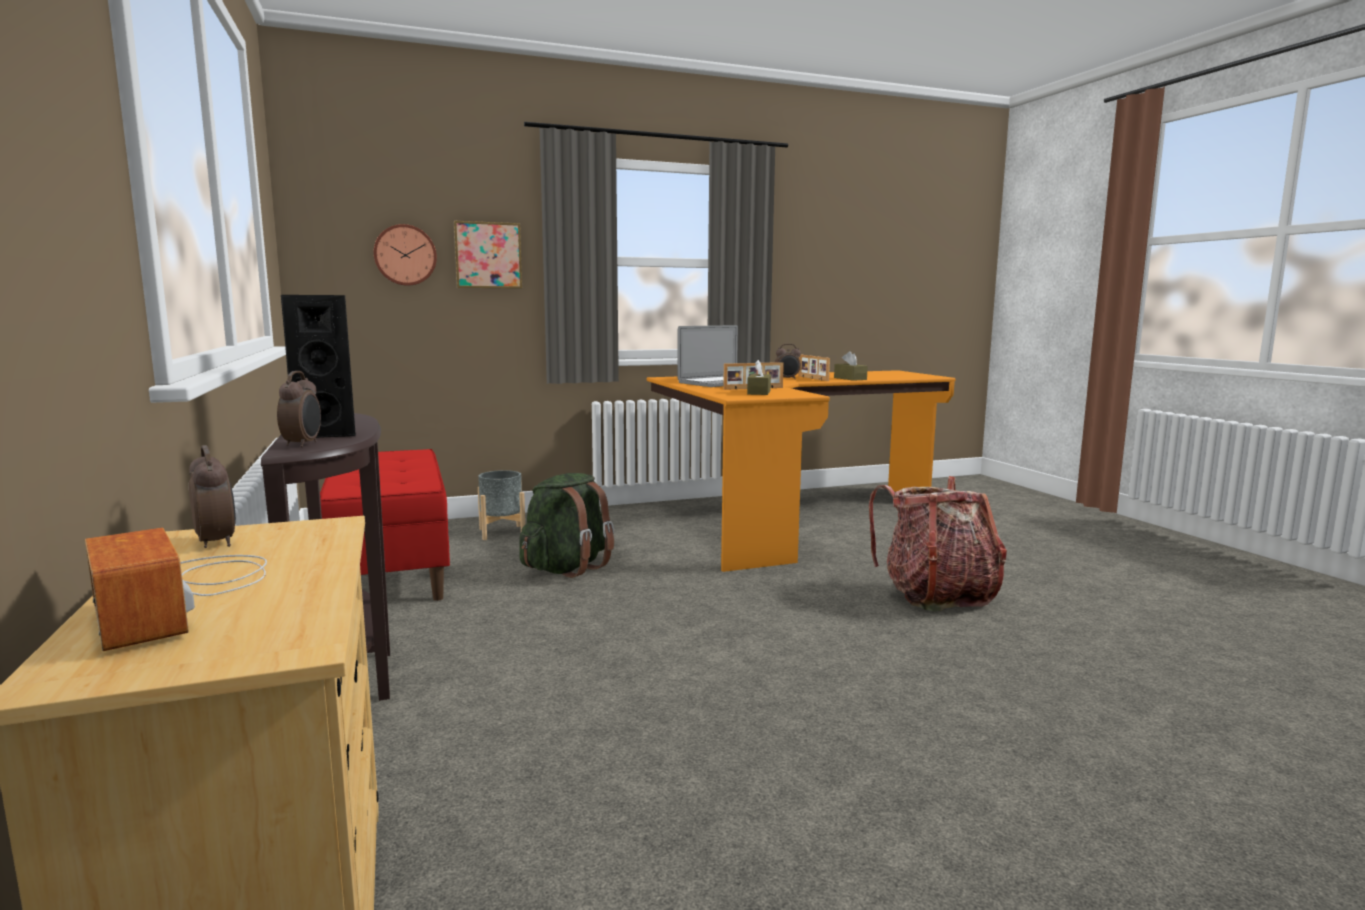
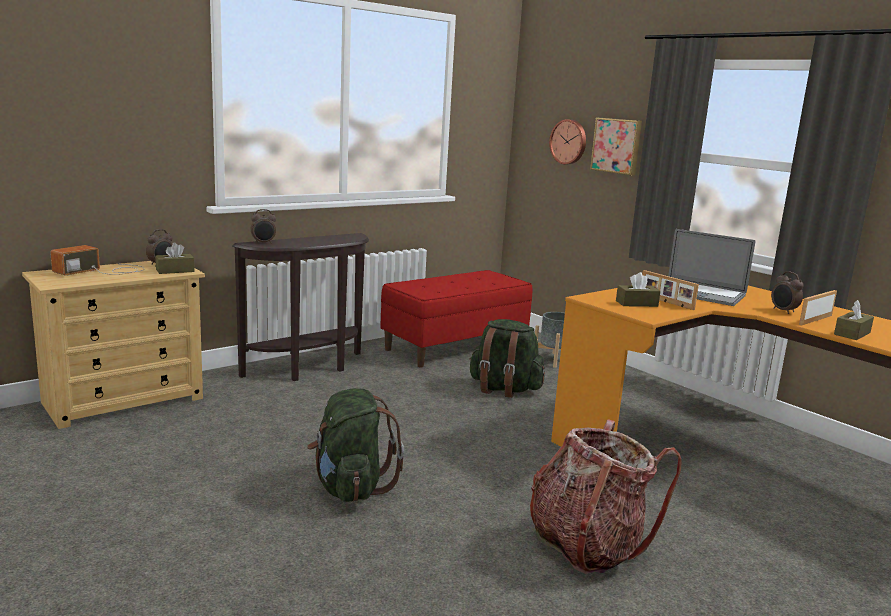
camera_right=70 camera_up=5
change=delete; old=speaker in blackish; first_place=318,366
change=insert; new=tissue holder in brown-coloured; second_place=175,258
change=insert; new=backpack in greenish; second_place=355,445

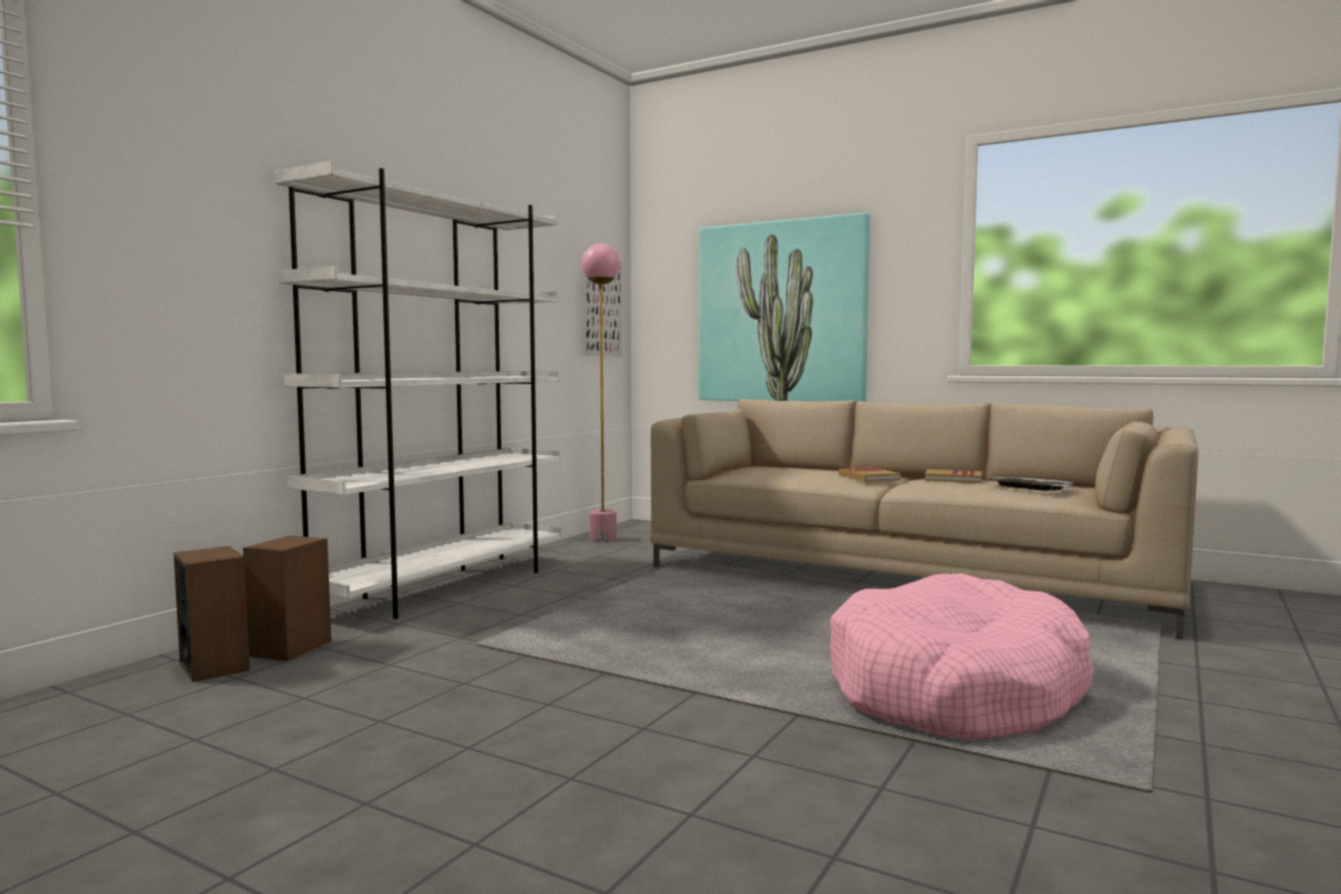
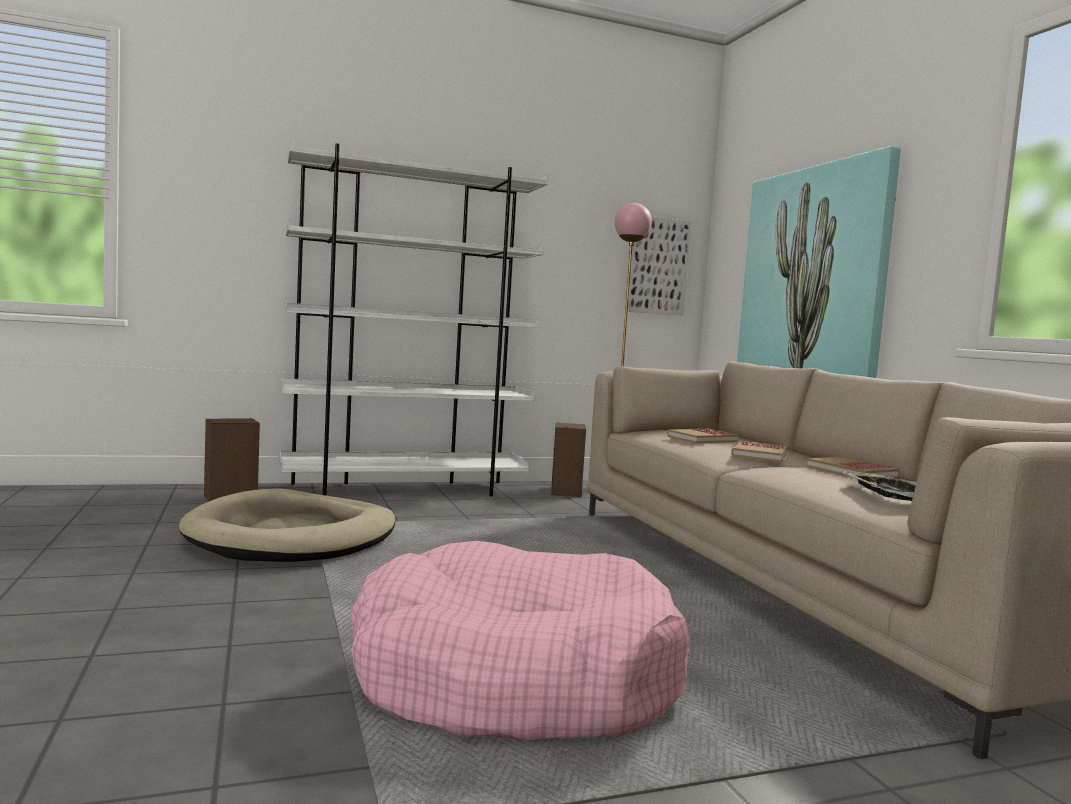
camera_right=40 camera_up=0
change=move; old=speaker; first_place=212,614; second_place=568,460
change=insert; new=book; second_place=702,435
change=insert; new=dog cushion in beige-coloured; second_place=287,525

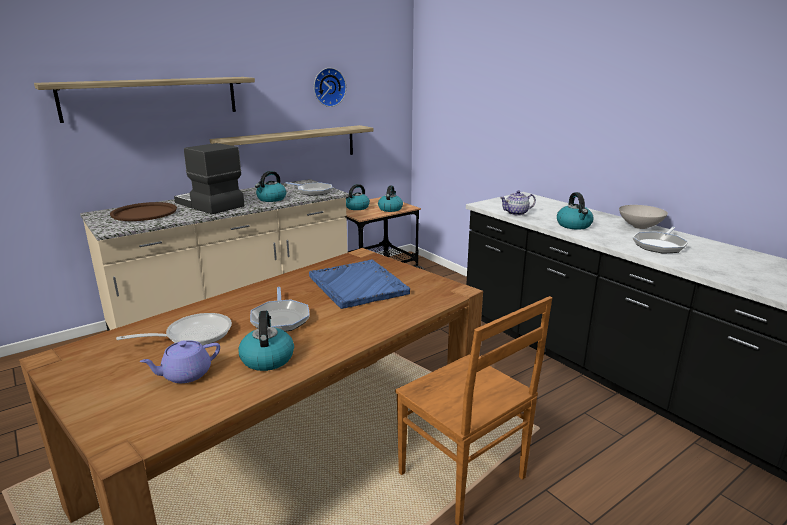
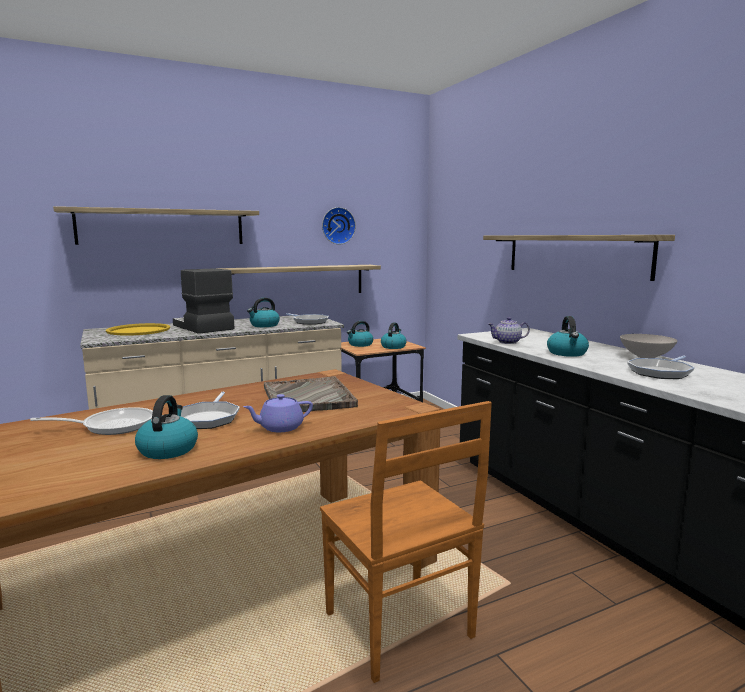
camera_right=10 camera_up=-10
change=recolor; old=carrying tray in brown-coloured; new=carrying tray in yellow-coloured; first_place=143,211; second_place=138,329
change=recolor; old=carrying tray in blue-coloured; new=carrying tray in gray; first_place=359,284; second_place=311,394
change=move; old=pot for tea in purple-coloured; first_place=179,361; second_place=278,413
change=insert; new=shelf; second_place=579,258

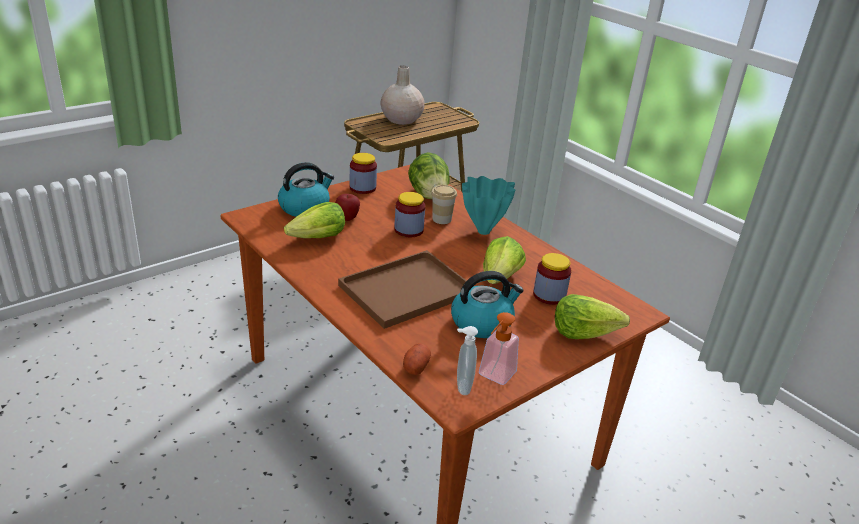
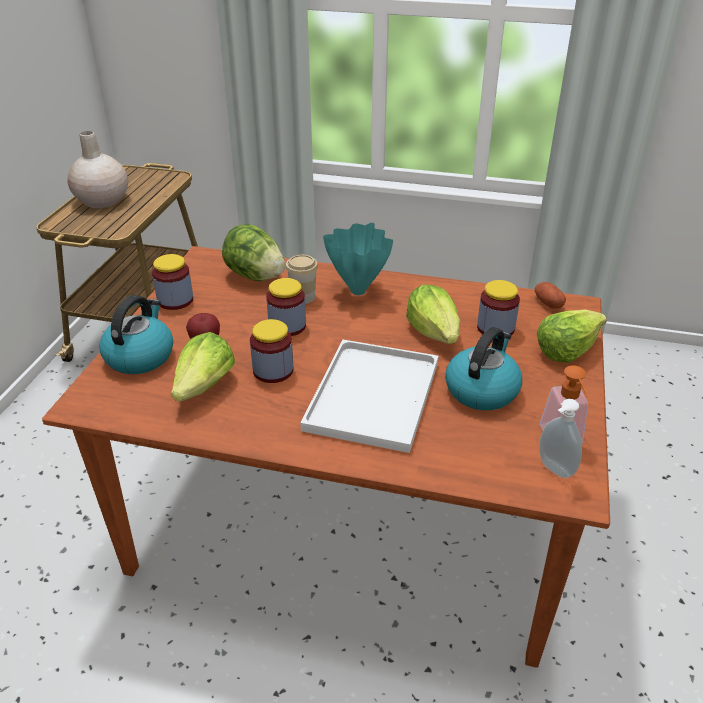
camera_right=-35 camera_up=5
change=recolor; old=carrying tray in brown-coloured; new=carrying tray in white; first_place=402,289; second_place=369,396
change=move; old=spud; first_place=417,359; second_place=550,295
change=insert; new=jar; second_place=271,351

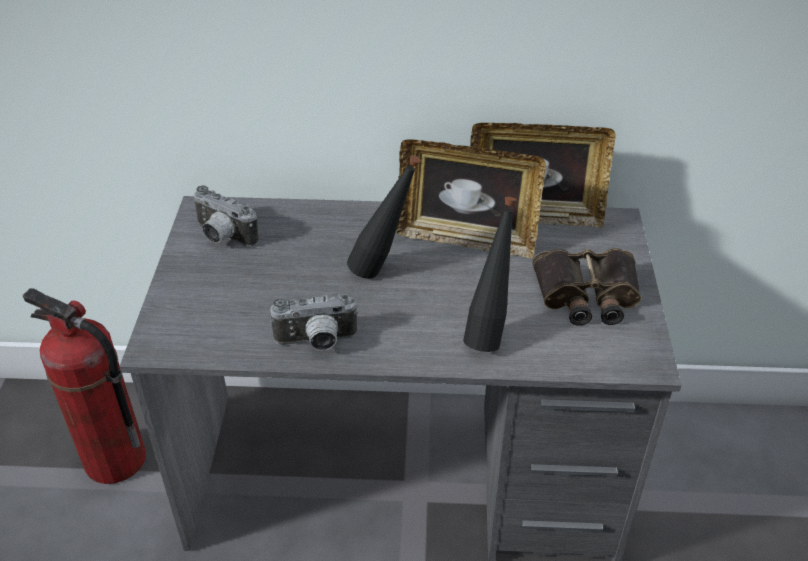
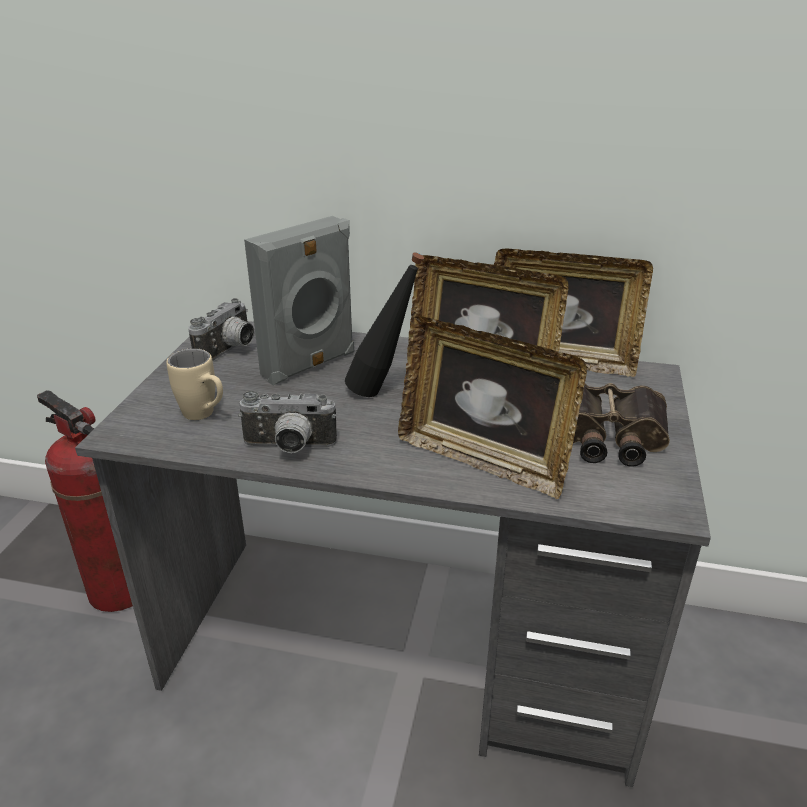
camera_right=10 camera_up=-10
change=rotate; old=photo camera; first_place=225,216; second_place=221,329; degrees=-105
change=replace; old=bottle in blackish; new=picture frame; first_place=490,274; second_place=492,407
change=insert; new=speaker in gray; second_place=299,300
change=insert; new=tea mug in beige-coloured; second_place=194,384

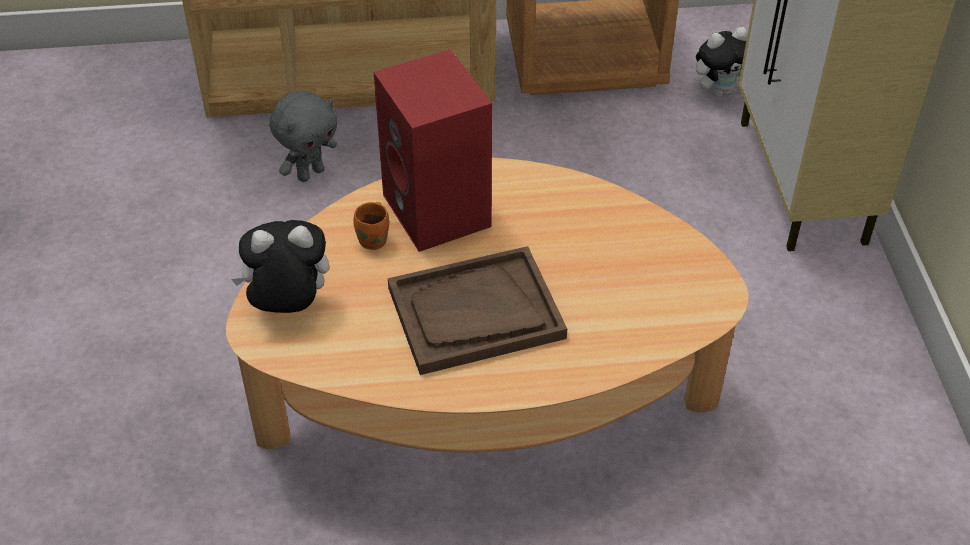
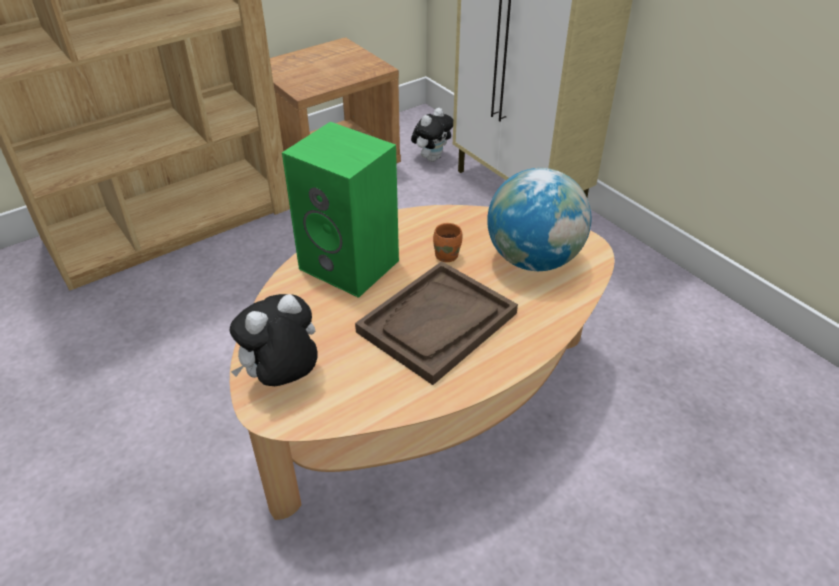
camera_right=-30 camera_up=-5
change=recolor; old=speaker in red; new=speaker in greenish; first_place=433,150; second_place=340,210
change=delete; old=soft toy in gray; first_place=303,136
change=move; old=tea mug in orange-coloured; first_place=371,226; second_place=447,242
change=insert; new=world globe; second_place=539,219

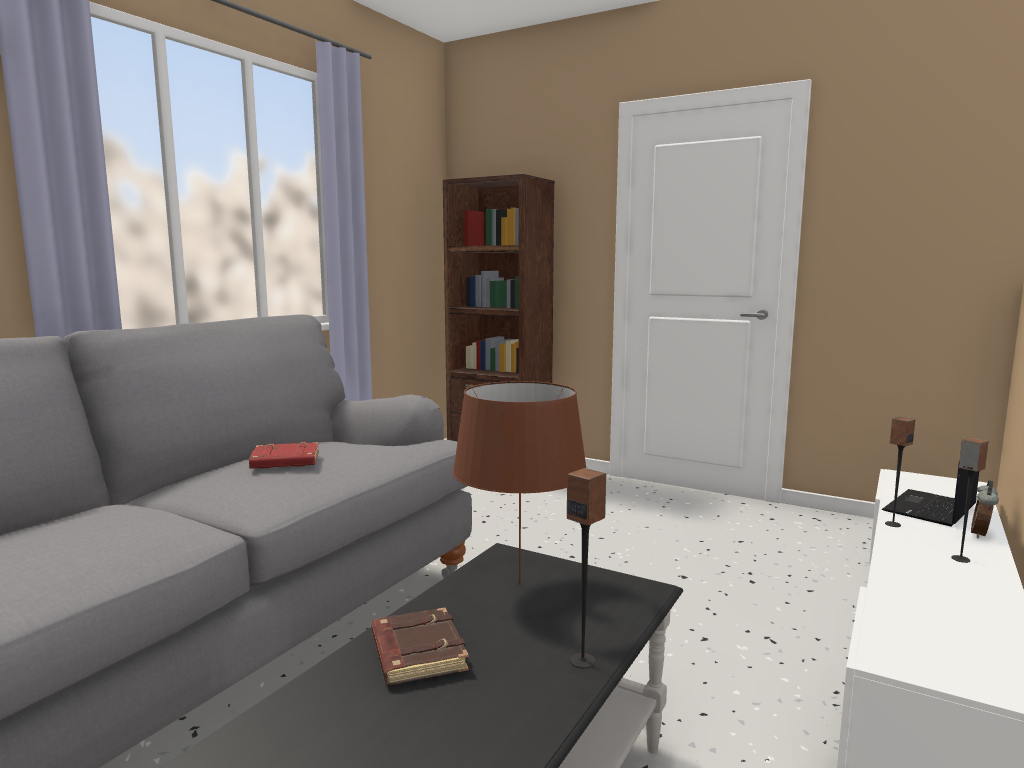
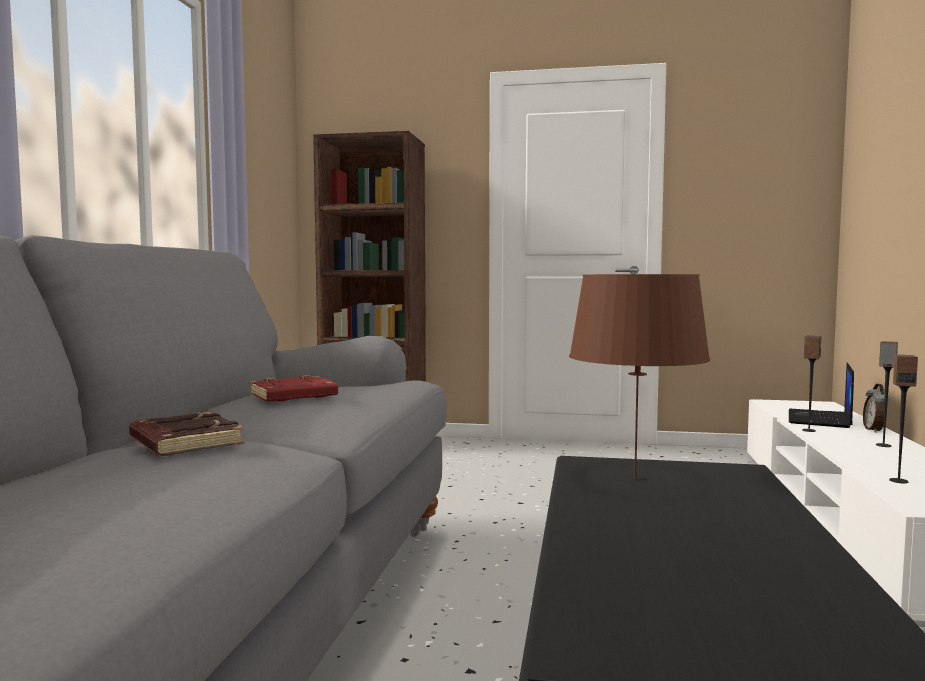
camera_right=-20 camera_up=-5
change=move; old=speaker; first_place=586,568; second_place=903,418
change=move; old=book in brown-coloured; first_place=420,646; second_place=186,434

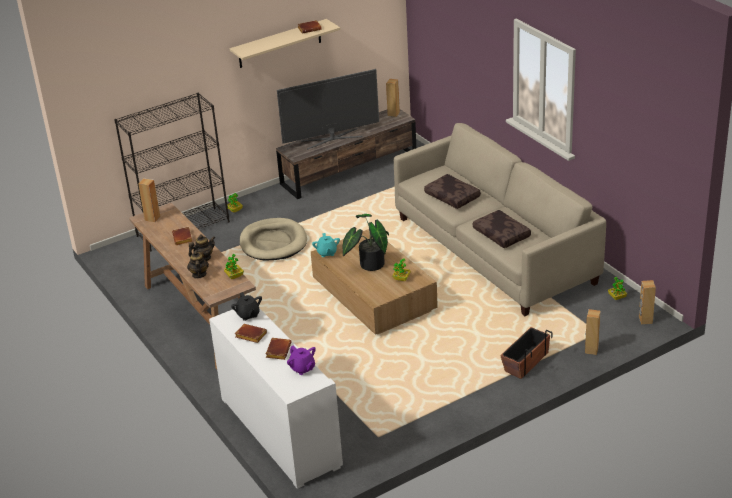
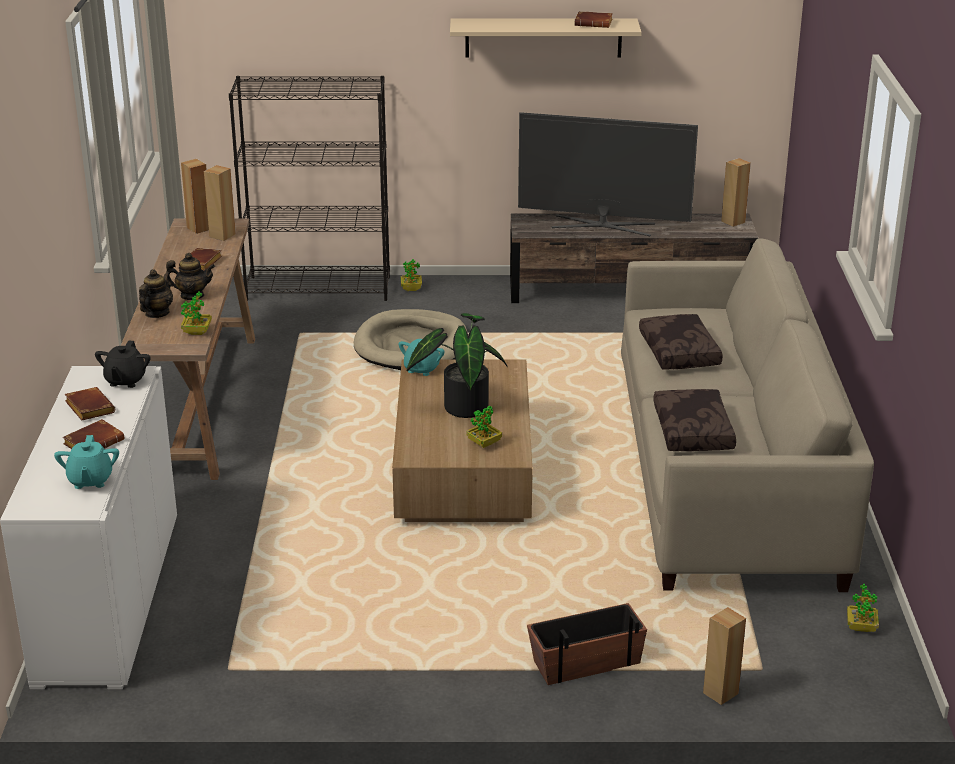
camera_right=30 camera_up=-5
change=move; old=speaker in brown-coloured; first_place=647,302; second_place=220,203
change=recolor; old=pot for tea in purple-coloured; new=pot for tea in blue-green; first_place=301,360; second_place=86,462

